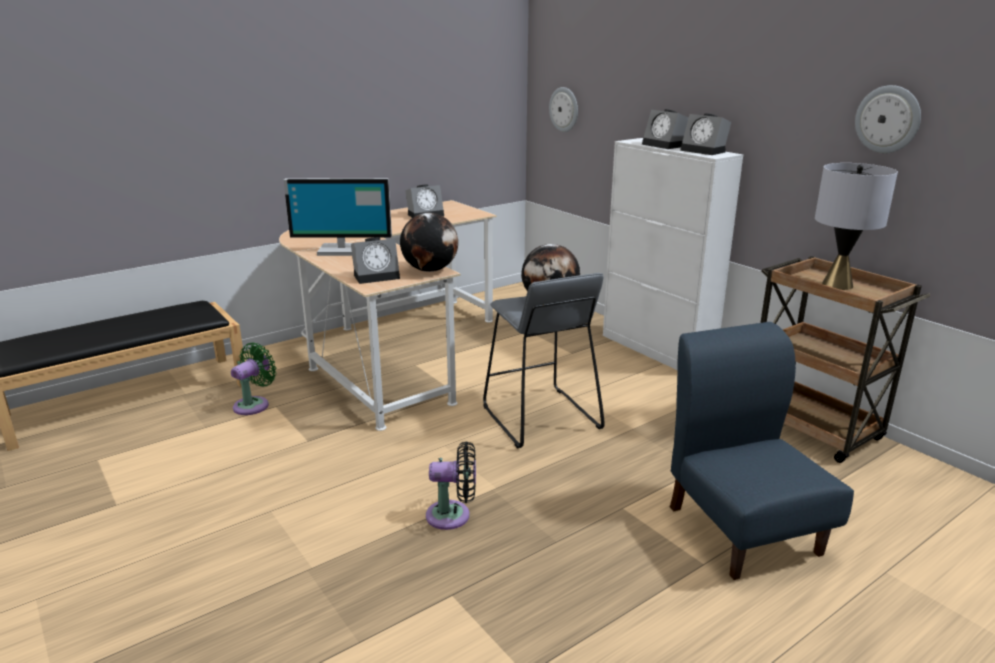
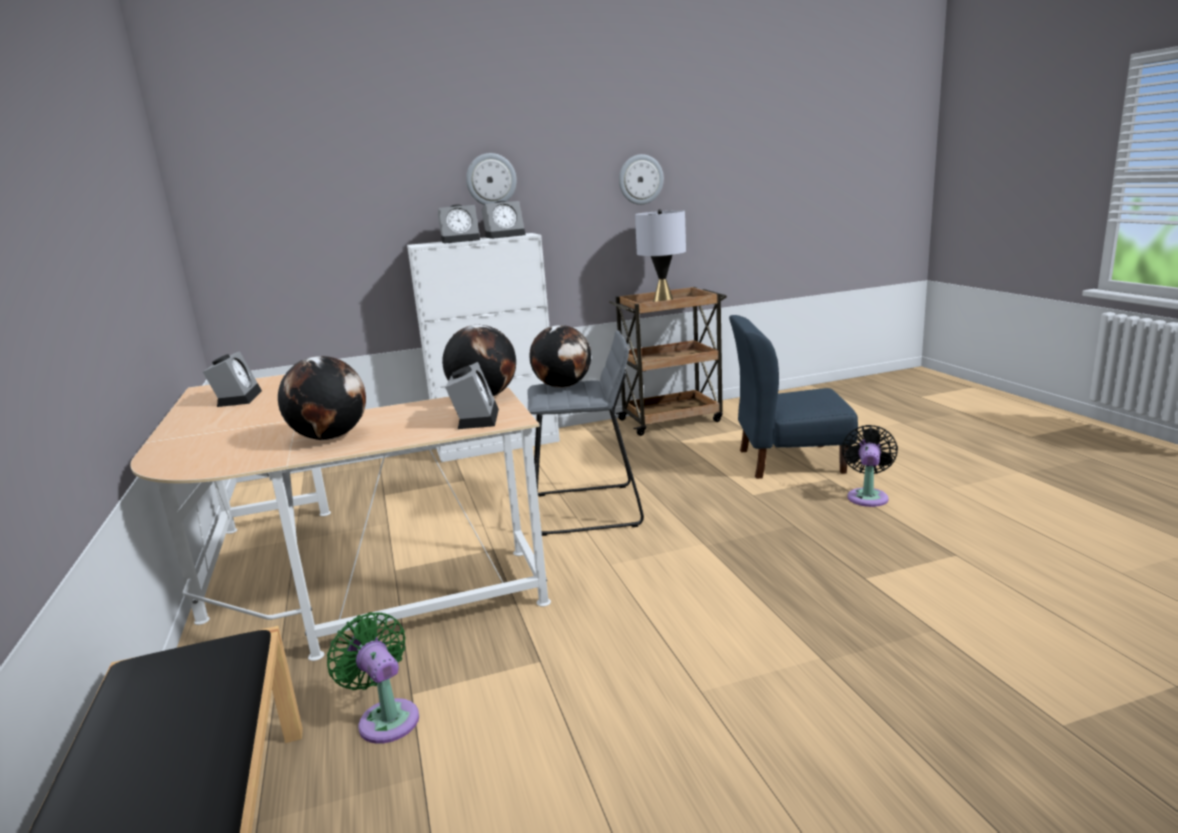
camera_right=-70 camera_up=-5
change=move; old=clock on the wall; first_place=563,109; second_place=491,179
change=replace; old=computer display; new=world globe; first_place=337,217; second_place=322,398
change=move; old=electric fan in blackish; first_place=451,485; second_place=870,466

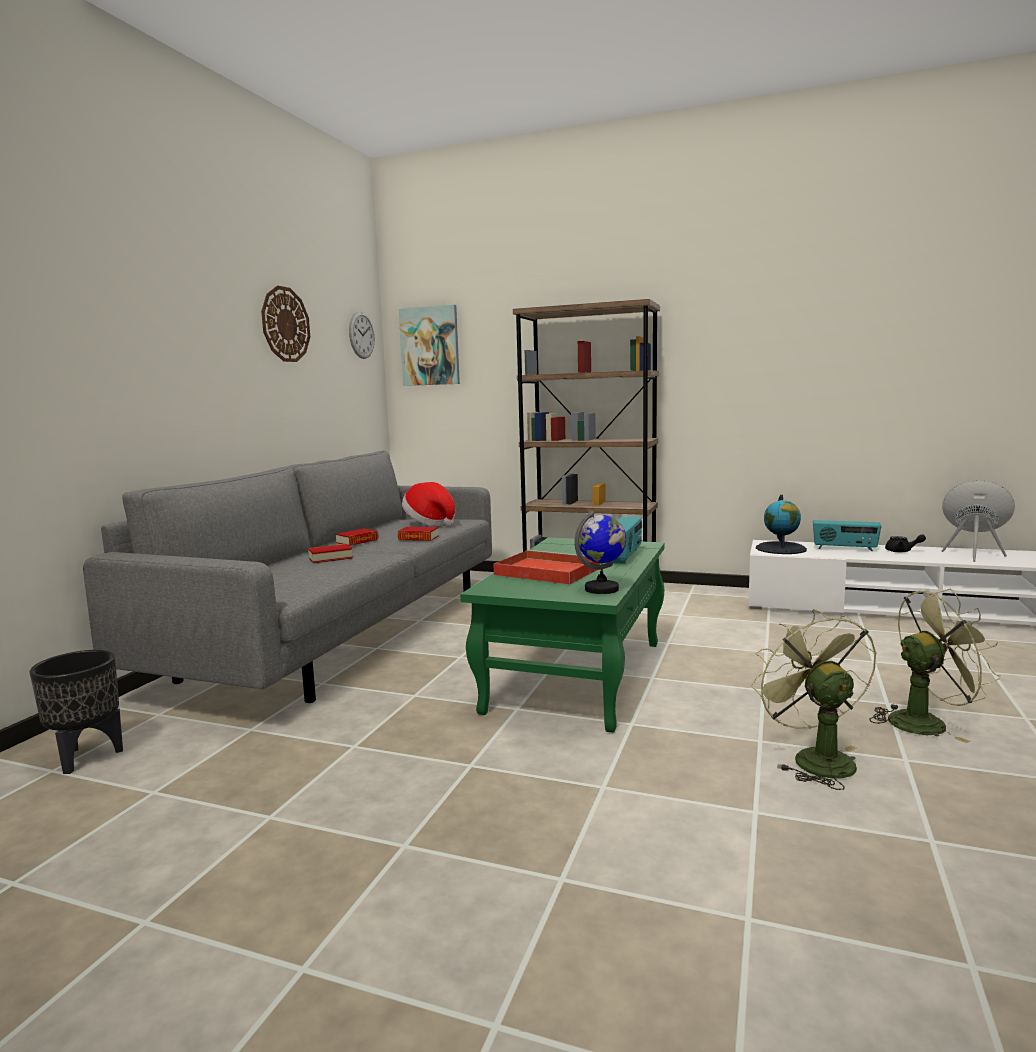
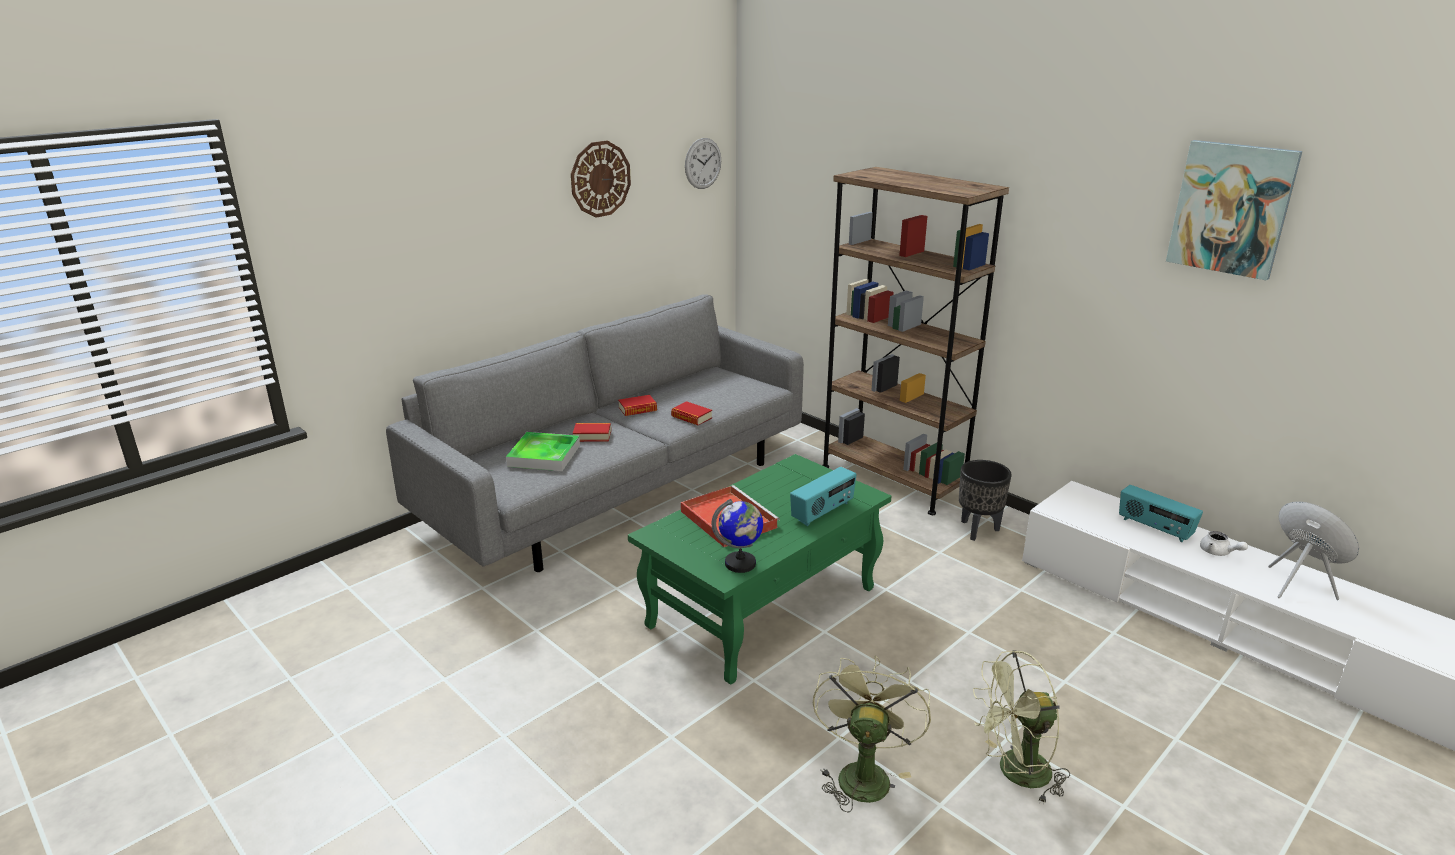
camera_right=25 camera_up=15
change=move; old=picture; first_place=429,345; second_place=1234,210
change=delete; old=clothing hat; first_place=428,504
change=delete; old=world globe; first_place=781,524
change=recolor; old=pot for tea in blackish; new=pot for tea in white; first_place=905,543; second_place=1224,543
change=rotate; old=electric fan in greenish; first_place=935,666; second_place=1021,727; degrees=150
change=move; old=flower pot in blackish; first_place=76,712; second_place=985,500
change=insert; new=carrying tray; second_place=543,451

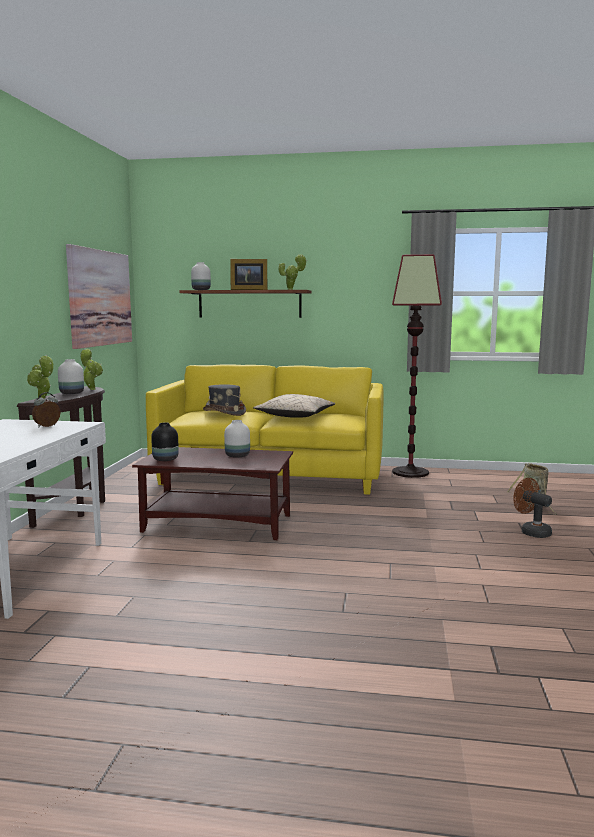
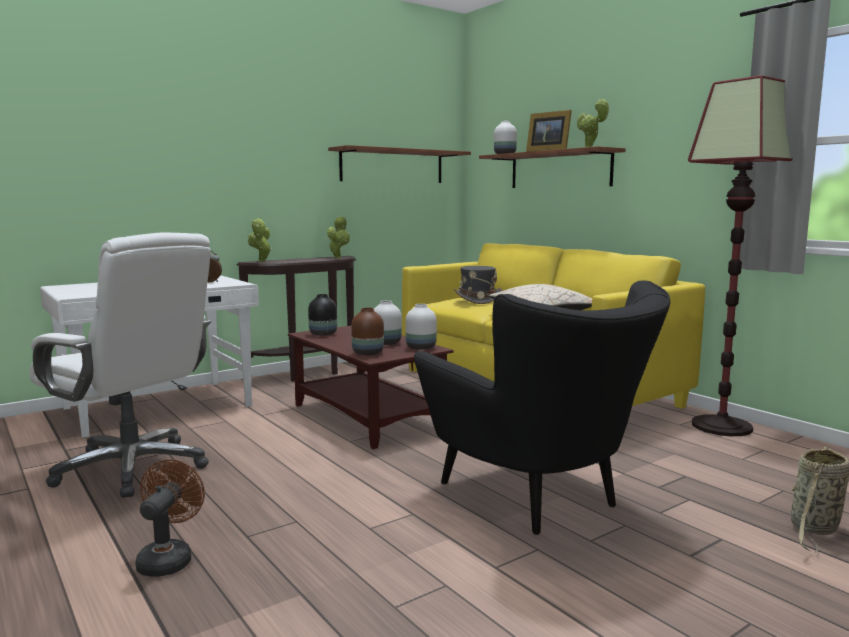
camera_right=45 camera_up=0
change=replace; old=picture; new=shelf; first_place=99,296; second_place=399,164
change=move; old=flower vase in white; first_place=71,376; second_place=421,327
change=move; old=electric fan in brown-coloured; first_place=532,508; second_place=170,518
change=insert; new=desk chair in white; second_place=120,365
change=insert; new=lounge chair in blackish; second_place=542,407
change=insert; new=flower vase in brown-coloured; second_place=367,331

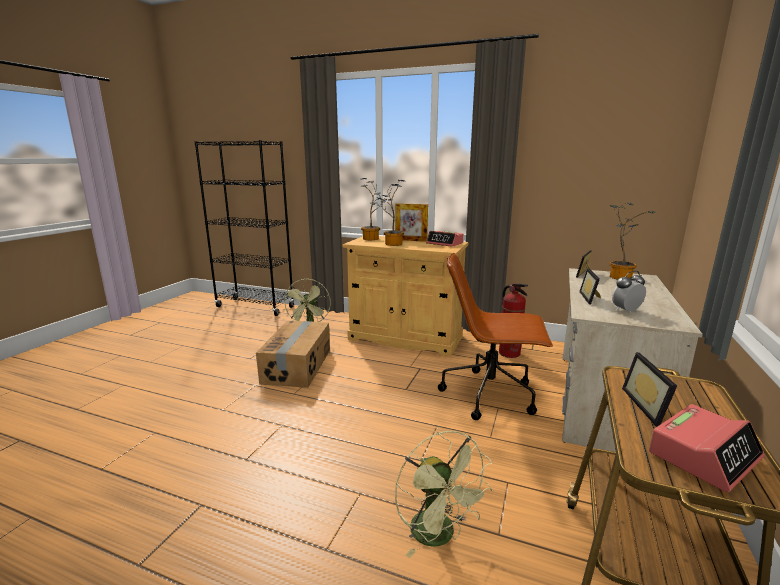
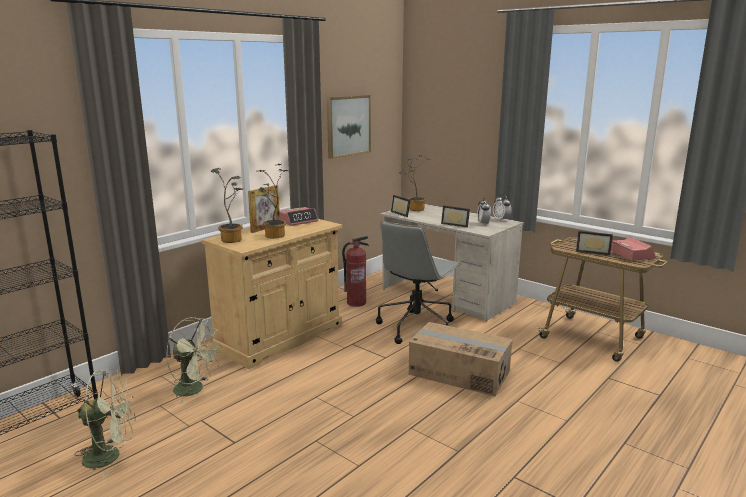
camera_right=-70 camera_up=0
change=recolor; old=desk chair in brown-coloured; new=desk chair in gray; first_place=495,336; second_place=419,282
change=move; old=packing box; first_place=293,354; second_place=461,359
change=move; old=electric fan in greenish; first_place=444,494; second_place=105,422
change=insert; new=picture; second_place=349,127
change=insert; new=bedside clock; second_place=502,208

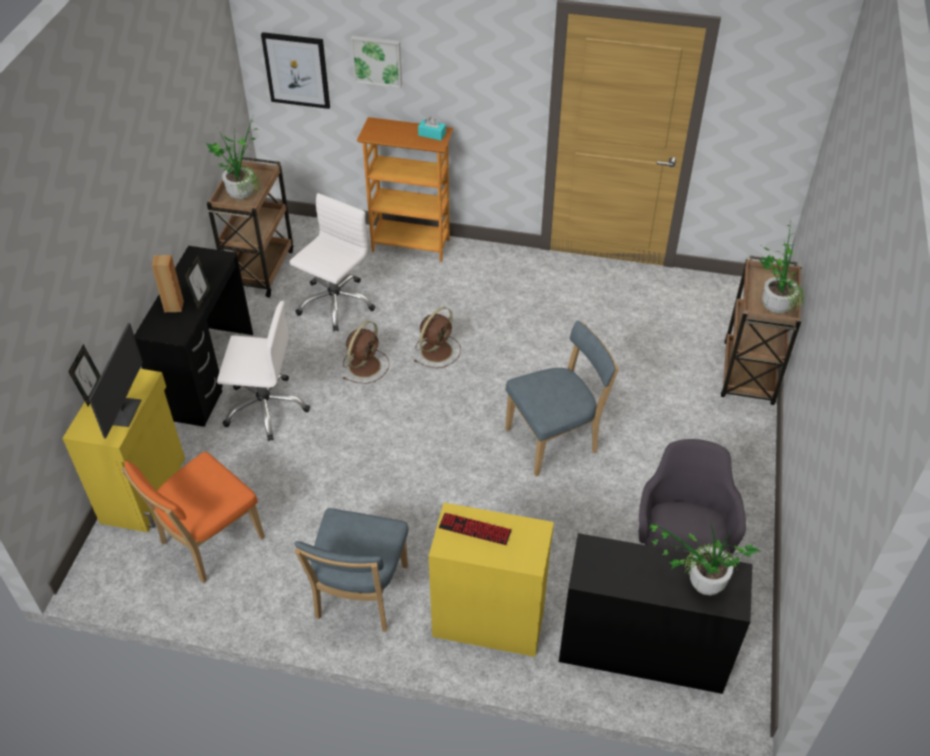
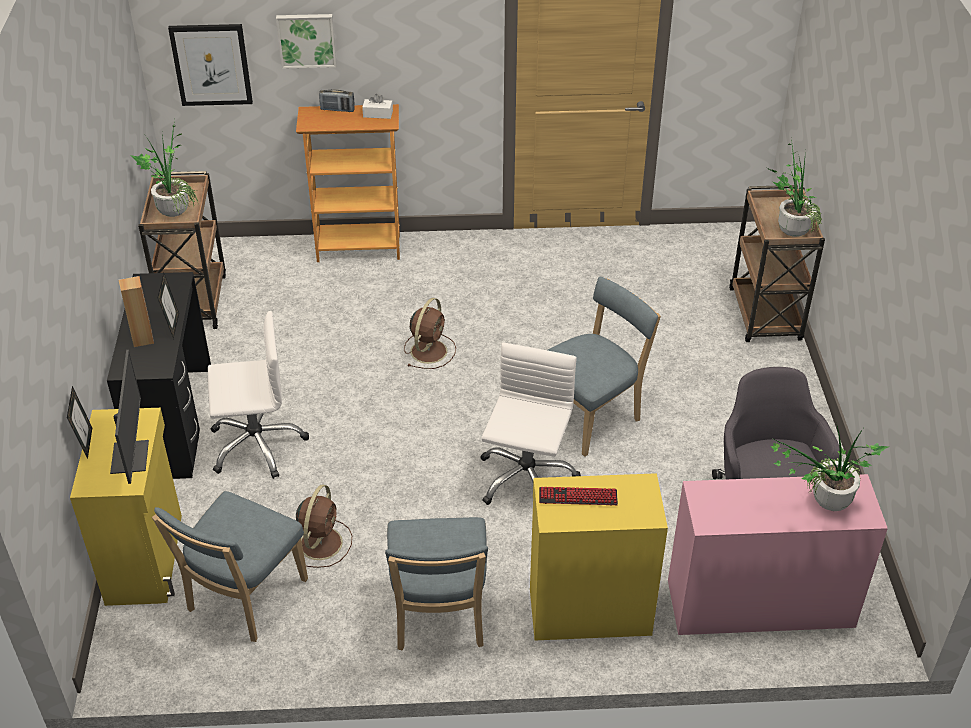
camera_right=-15 camera_up=-5
change=recolor; old=tissue holder in blue-green; new=tissue holder in white; first_place=432,128; second_place=377,106
change=move; old=desk chair in white; first_place=332,262; second_place=530,423
change=move; old=electric fan in brown-coloured; first_place=366,352; second_place=324,526
change=recolor; old=plain chair in orange-coloured; new=plain chair in blue-coloured; first_place=193,517; second_place=230,566
change=recolor; old=desk unit in blackish; new=desk unit in pinkish; first_place=656,613; second_place=778,554
change=insert; new=radio set; second_place=337,100

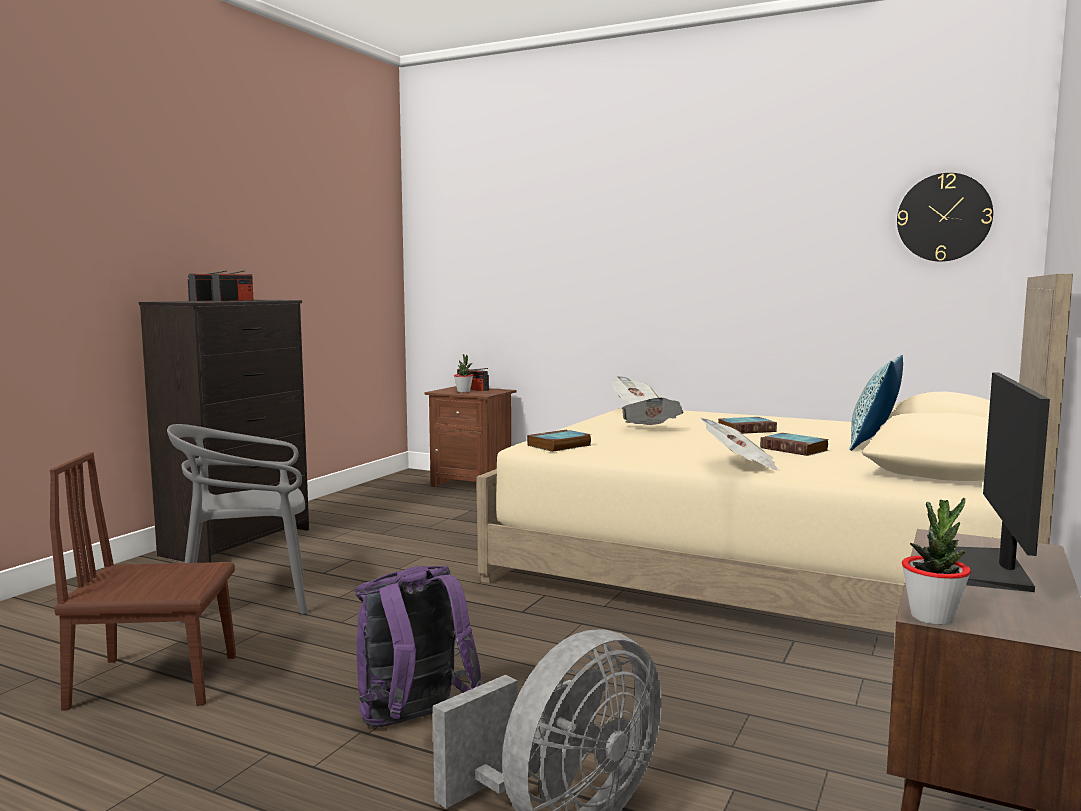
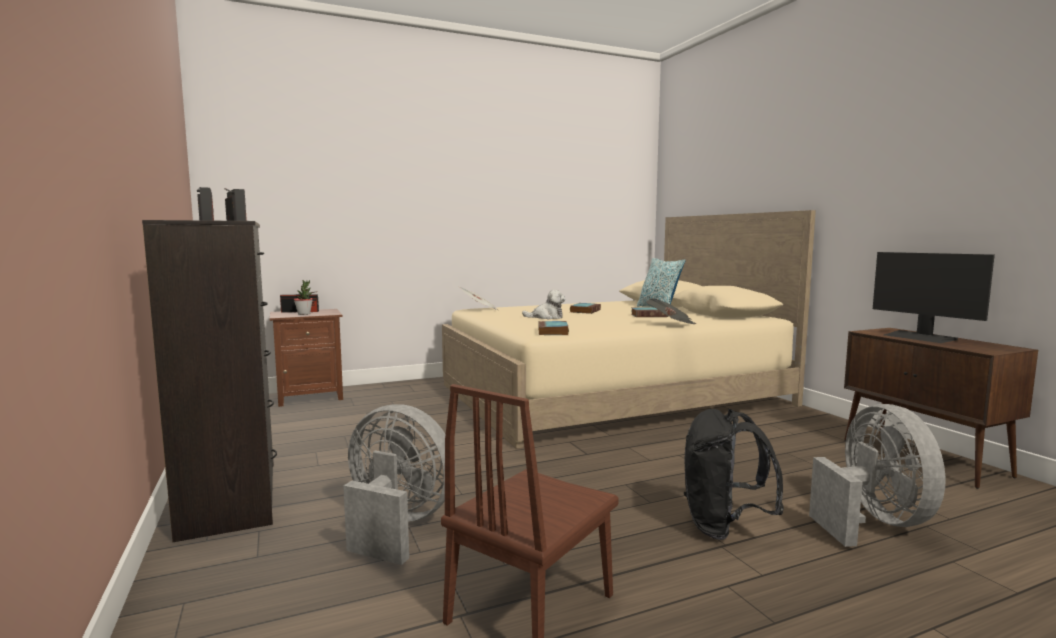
camera_right=-50 camera_up=0
change=delete; old=clock on the wall; first_place=945,217
change=replace; old=newspaper; new=soft toy; first_place=652,411; second_place=544,304
change=replace; old=plain chair in gray; new=electric fan in gray; first_place=237,523; second_place=394,484
change=delete; old=potted plant; first_place=936,561
change=recolor; old=backpack in purple-coloured; new=backpack in blackish; first_place=419,646; second_place=734,474

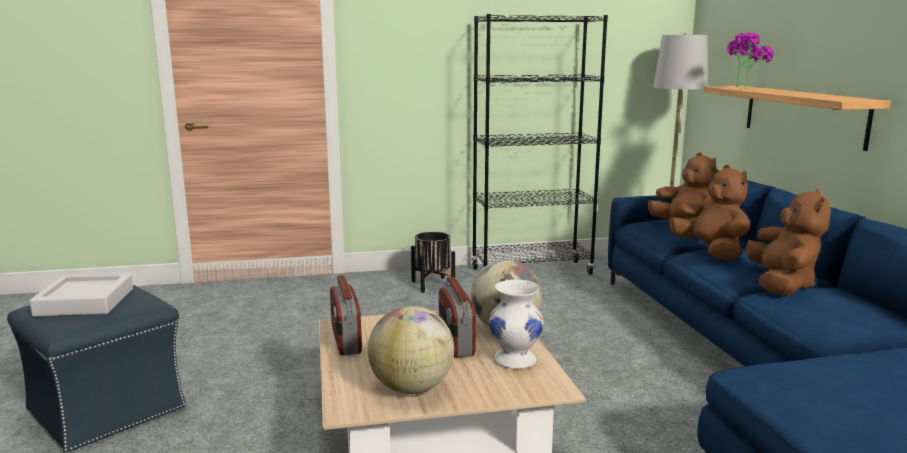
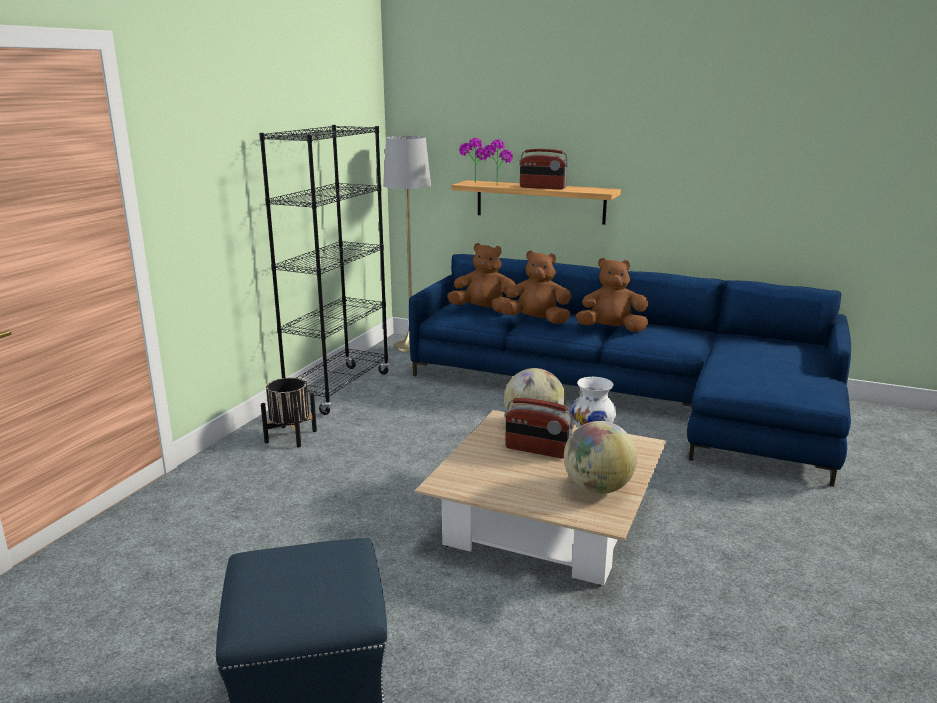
camera_right=-55 camera_up=5
change=rotate; old=soft toy in brown-coloured; first_place=788,242; second_place=612,295; degrees=-45
change=delete; old=carrying tray in gray; first_place=81,295
change=move; old=radio set; first_place=346,315; second_place=543,169

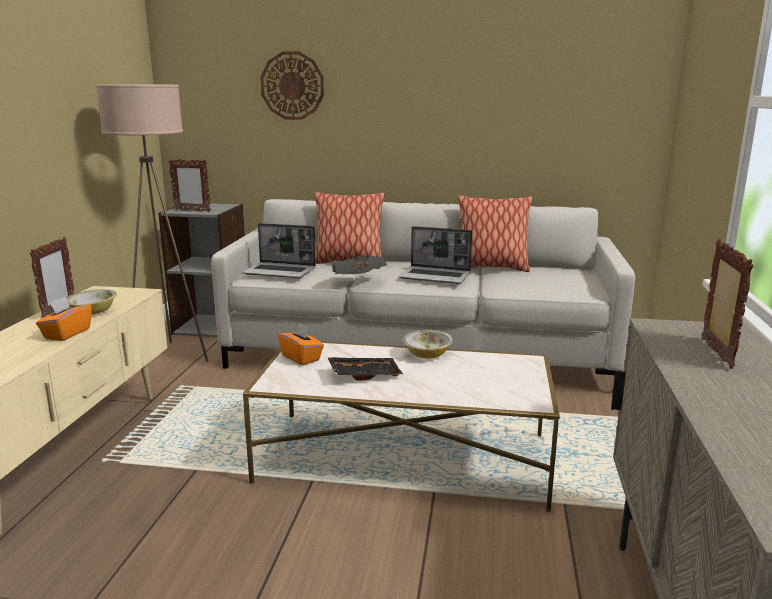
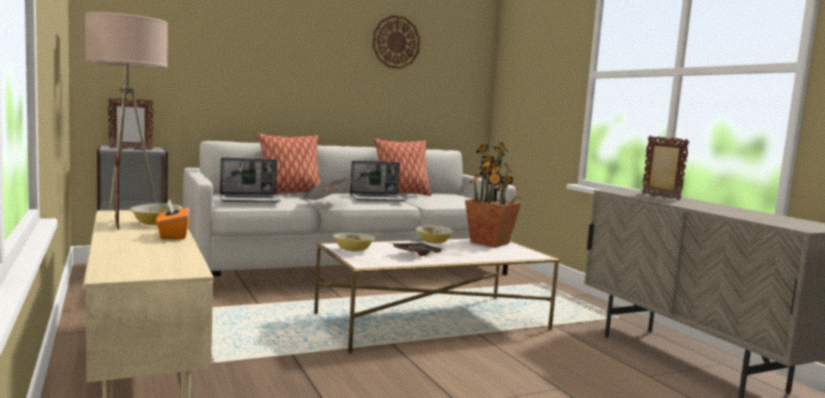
camera_right=-35 camera_up=-10
change=move; old=clock on the wall; first_place=292,85; second_place=396,42
change=replace; old=tissue holder in orange-coloured; new=deep dish; first_place=301,343; second_place=354,242
change=insert; new=potted plant; second_place=493,195

